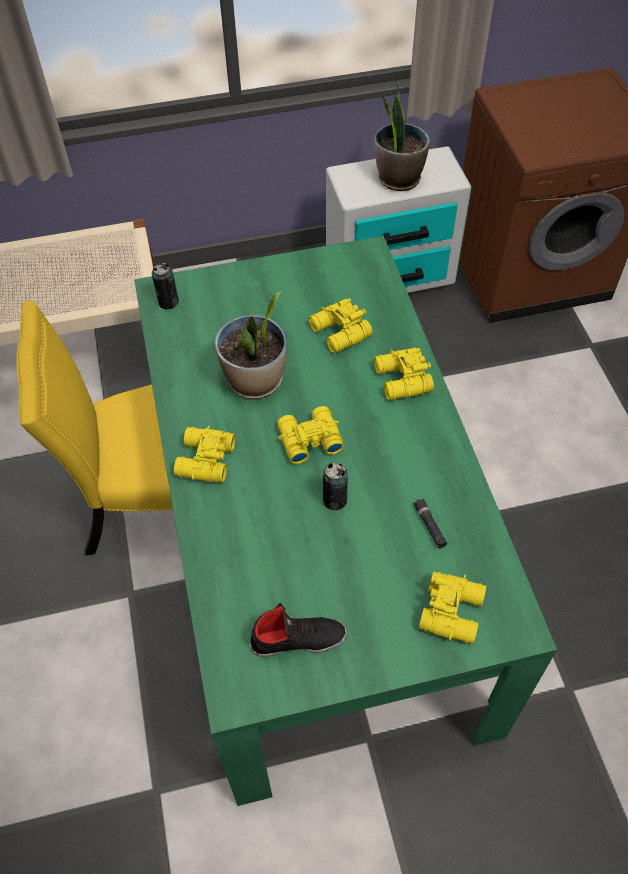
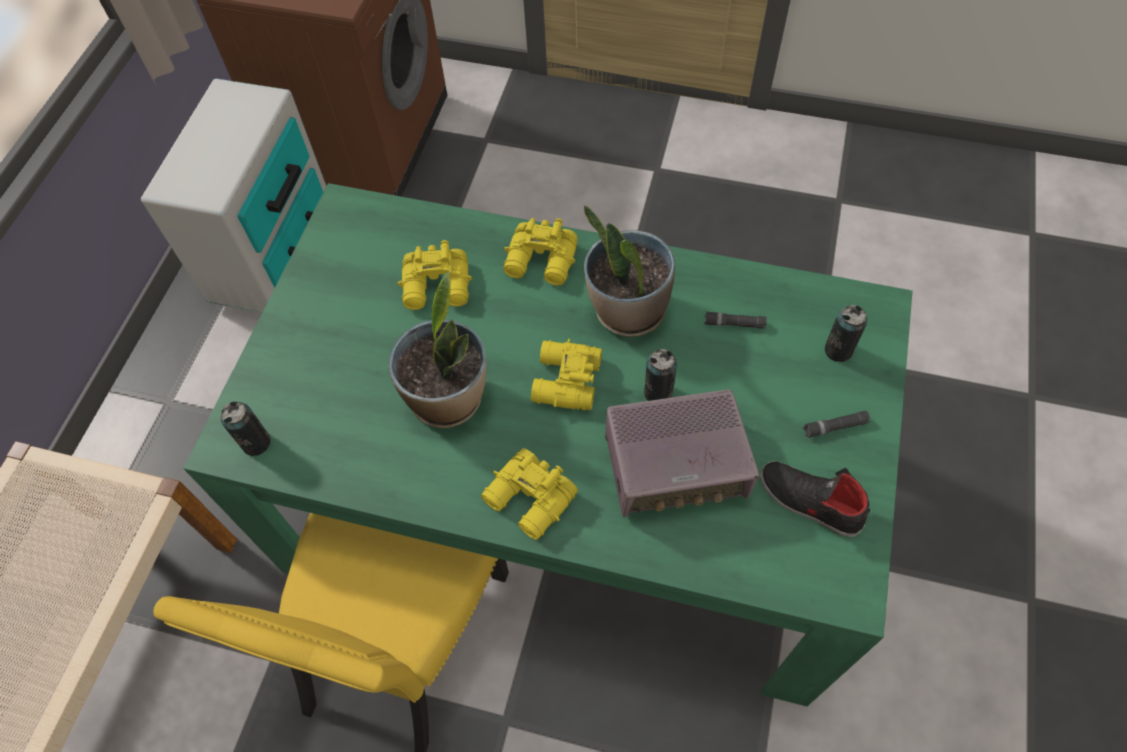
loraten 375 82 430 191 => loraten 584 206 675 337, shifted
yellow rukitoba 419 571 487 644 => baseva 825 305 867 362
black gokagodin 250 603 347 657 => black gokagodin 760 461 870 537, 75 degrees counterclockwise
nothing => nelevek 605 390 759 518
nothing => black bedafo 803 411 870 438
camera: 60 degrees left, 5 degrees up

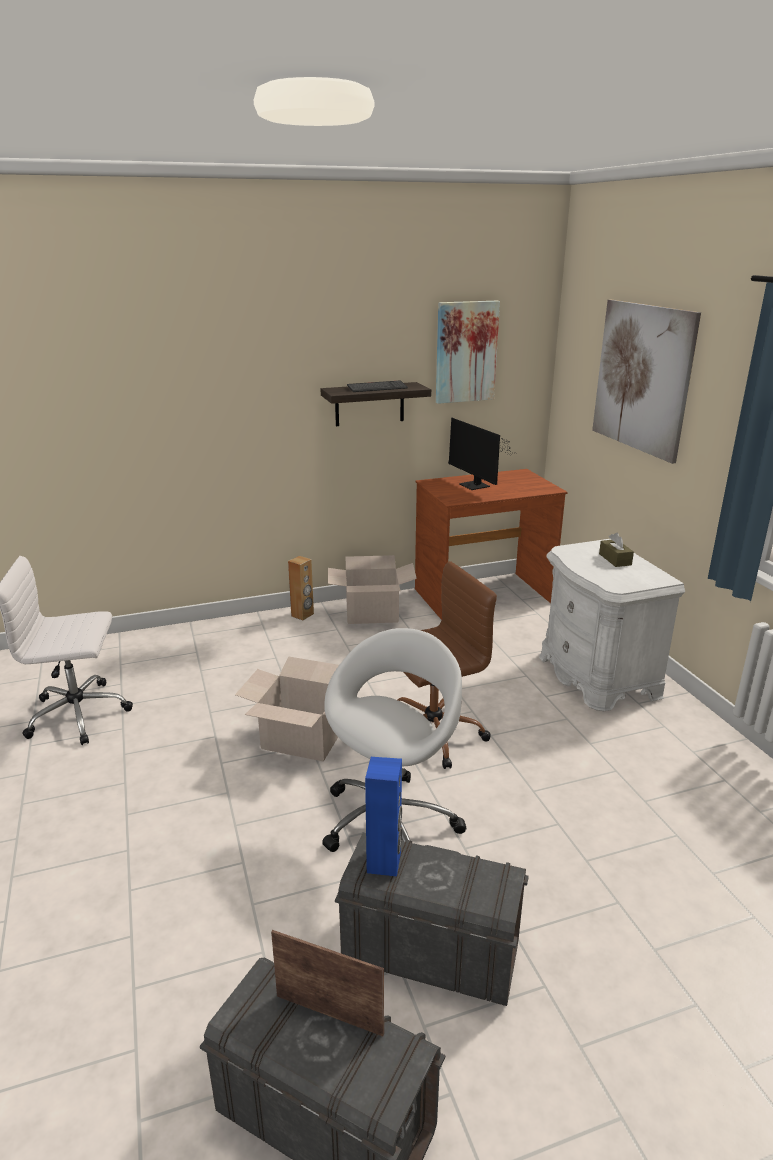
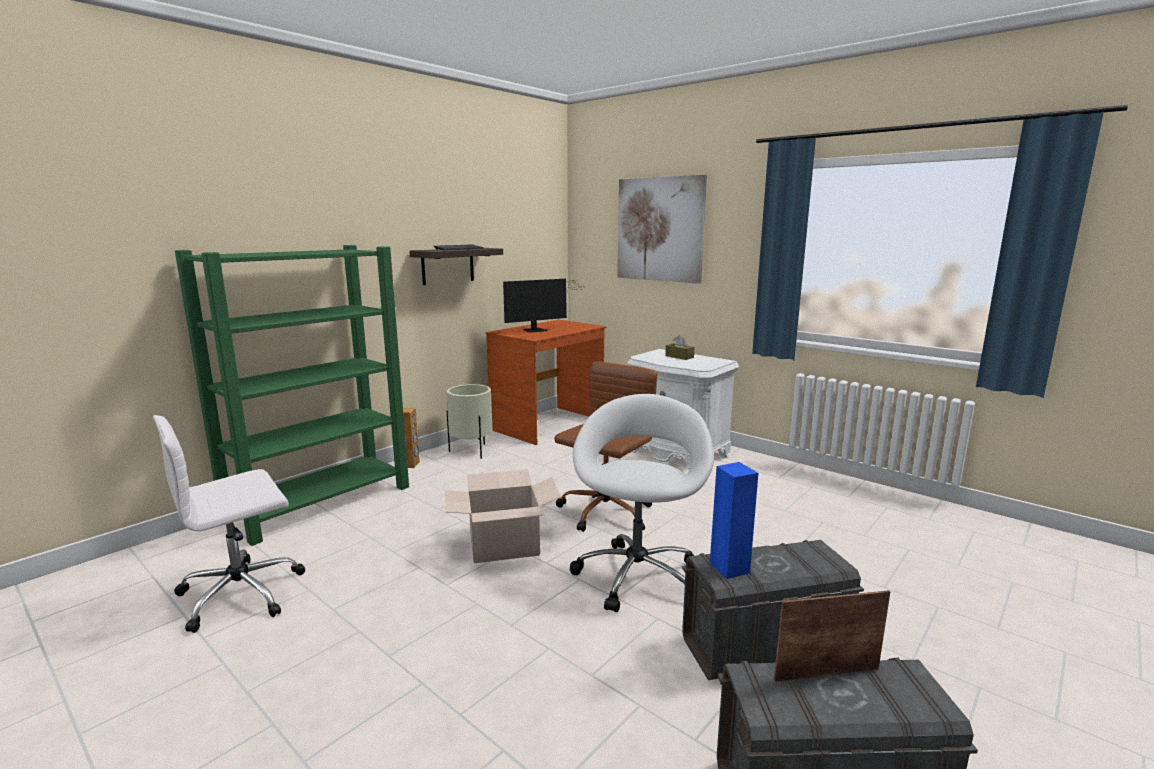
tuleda 436 301 500 404 => nothing
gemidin 448 418 513 490 => gemidin 503 279 581 333, 60 degrees counterclockwise
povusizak 328 555 417 624 => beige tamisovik 446 384 492 459
nothing => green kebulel 175 245 409 546
camera: 30 degrees left, 10 degrees down

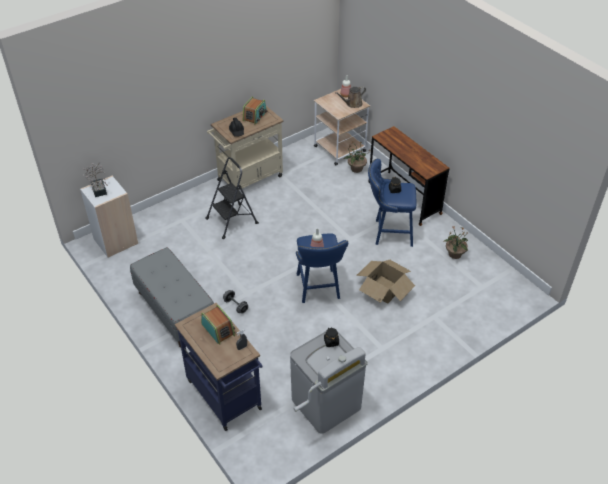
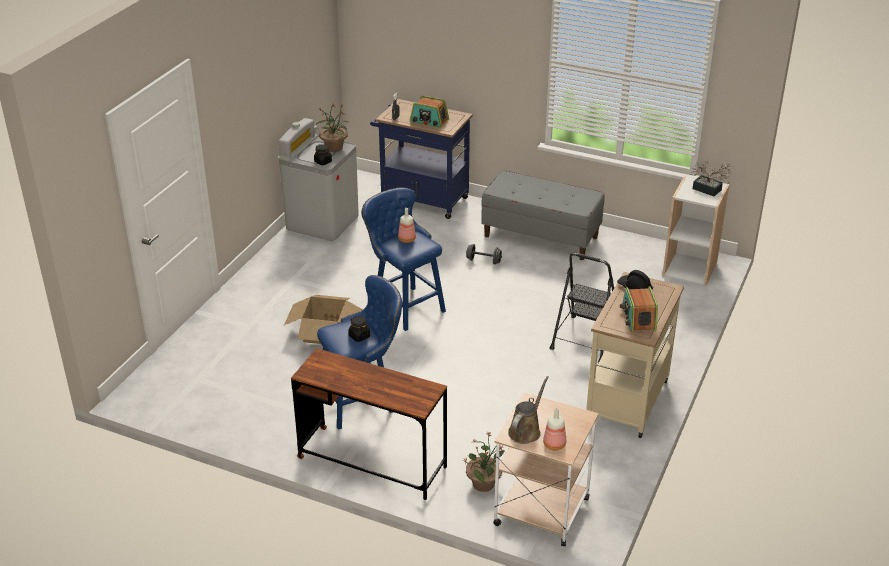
loraten 444 226 468 259 => loraten 316 103 350 152, shifted
camera: 150 degrees right, 10 degrees down

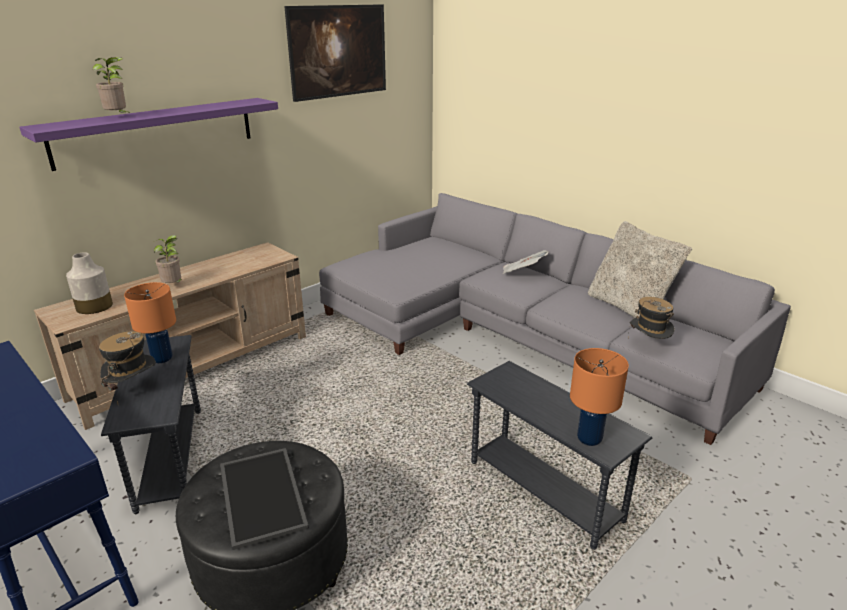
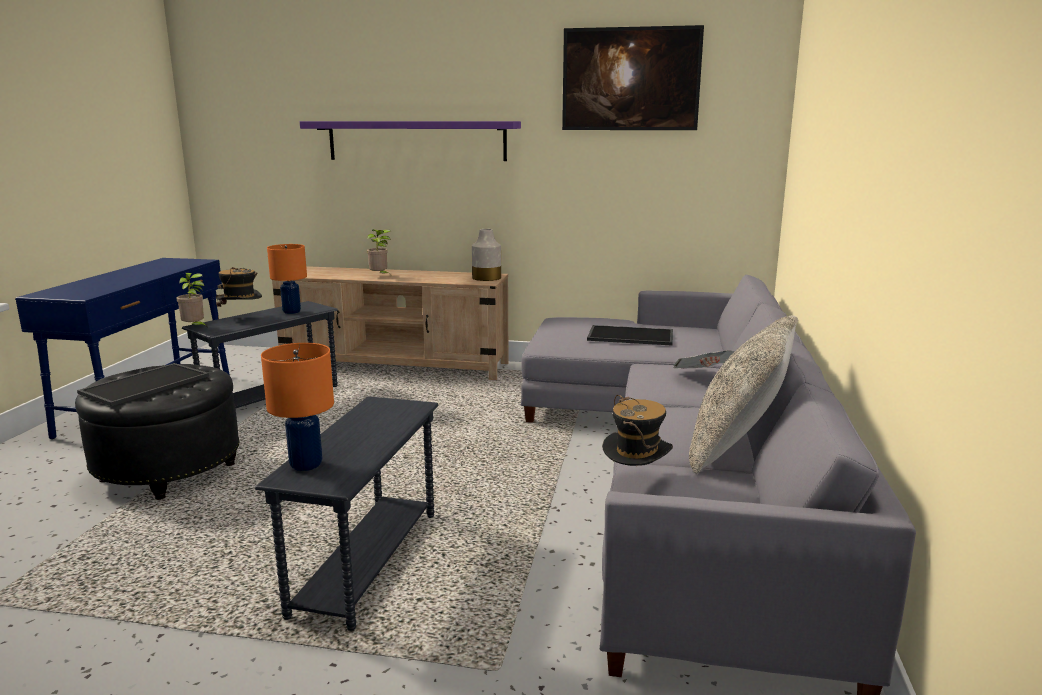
loraten 93 57 131 114 => loraten 177 273 208 328, shifted
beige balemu 66 252 113 314 => beige balemu 472 229 501 281, shifted
nothing => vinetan 587 325 673 345
camera: 55 degrees right, 10 degrees down

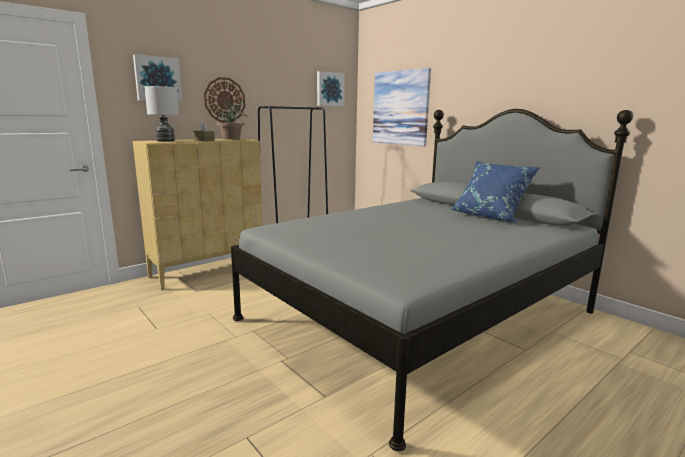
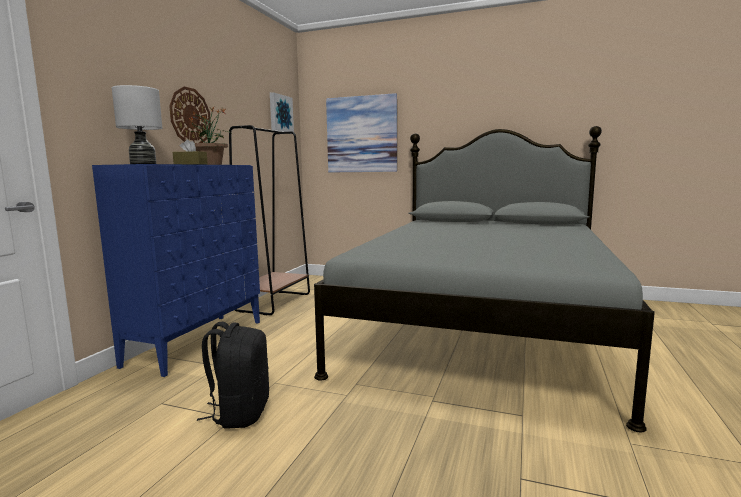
tuleda 133 54 182 102 => nothing
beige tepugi 133 138 263 291 => blue tepugi 92 164 260 377
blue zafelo 450 161 541 223 => nothing
nothing => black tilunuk 197 322 269 429
camera: 30 degrees left, 5 degrees down

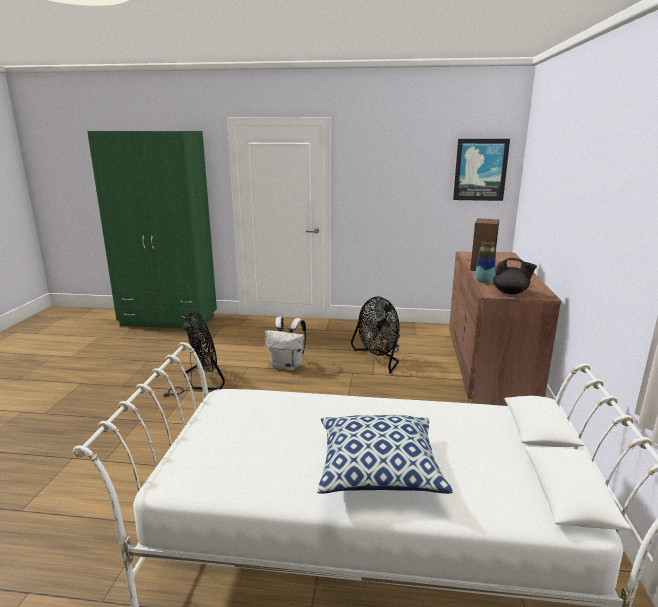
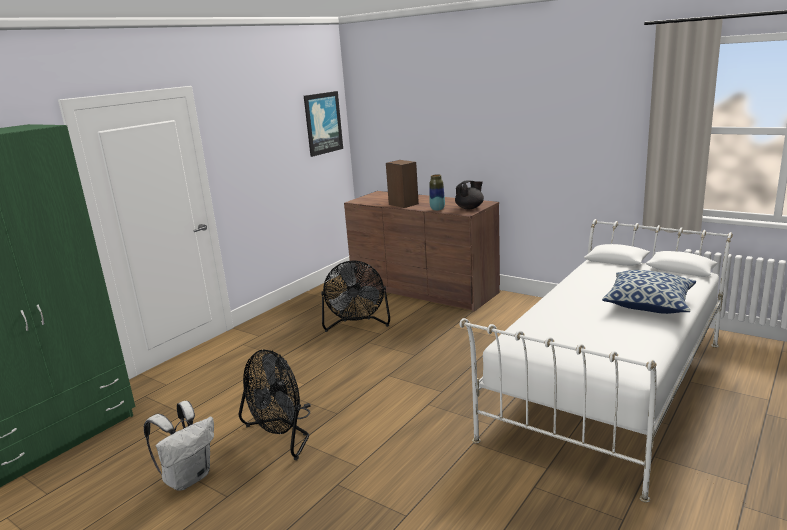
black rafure 162 311 225 397 => black rafure 239 350 311 460, 135 degrees counterclockwise
white tilunuk 265 317 306 370 => white tilunuk 144 400 214 491, shifted
camera: 60 degrees left, 0 degrees up

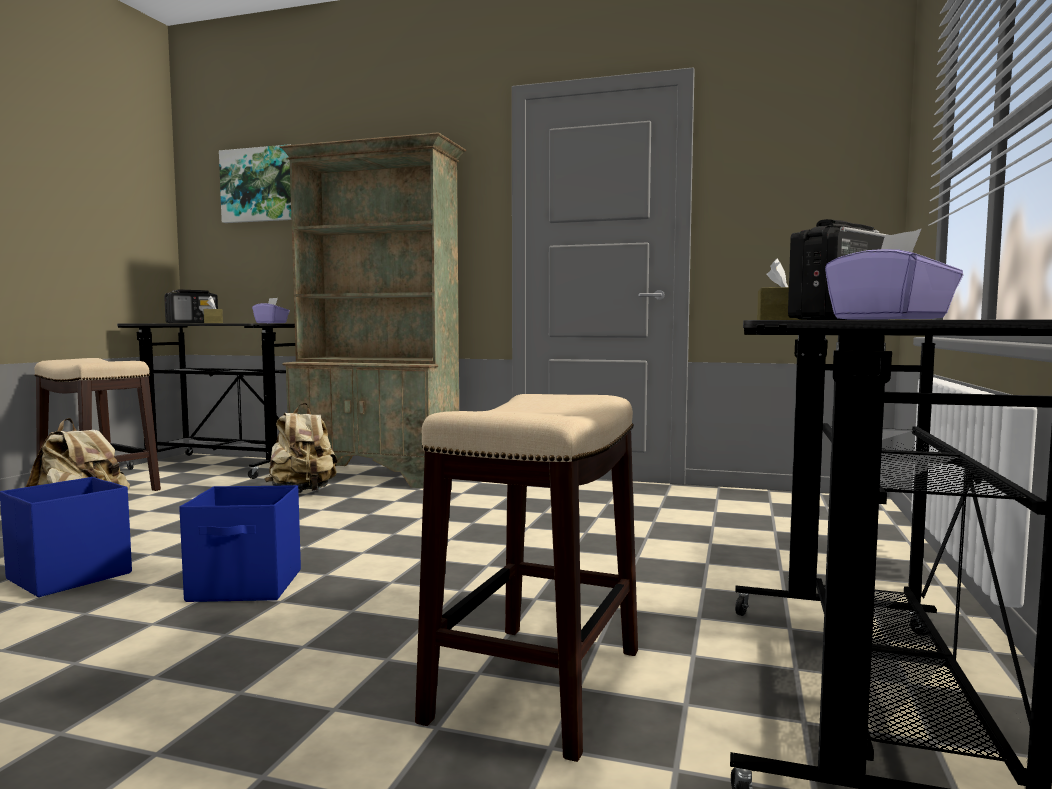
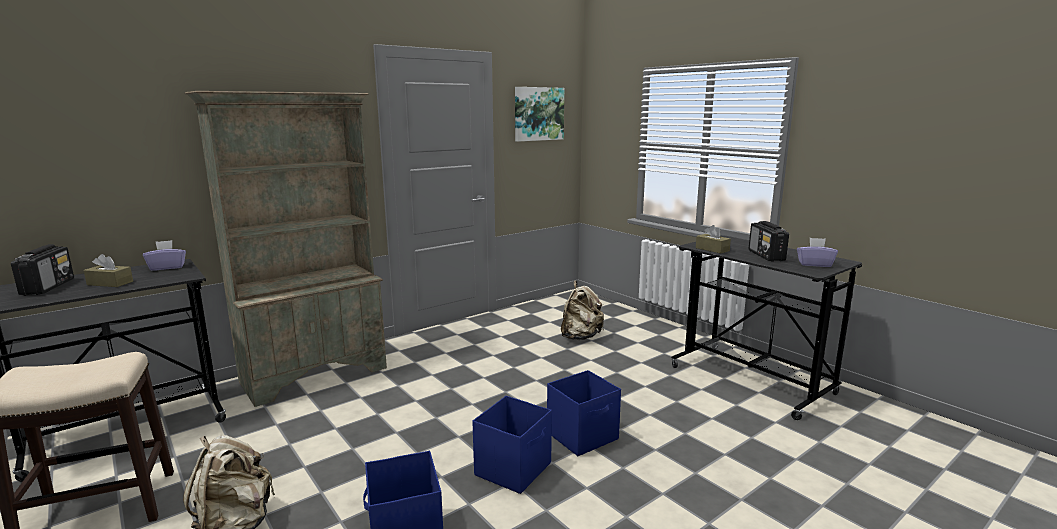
tuleda 219 144 291 223 => tuleda 515 87 564 142, shifted
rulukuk 415 394 638 762 => nothing
beige tilunuk 264 403 338 493 => beige tilunuk 561 280 604 340, shifted
nothing => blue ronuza 547 370 621 456
camera: 55 degrees left, 10 degrees up

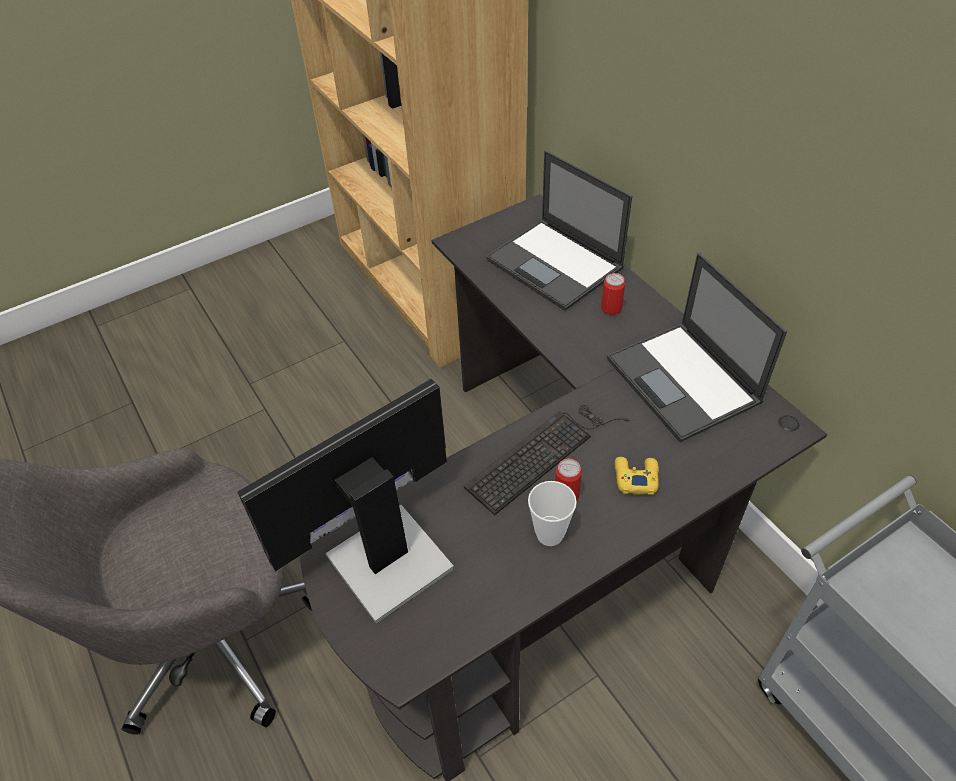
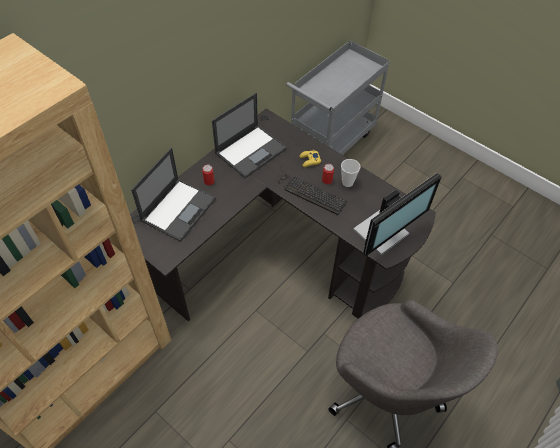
gemidin 237 379 454 624 => gemidin 353 173 442 256, 75 degrees counterclockwise
camera: 110 degrees left, 5 degrees up

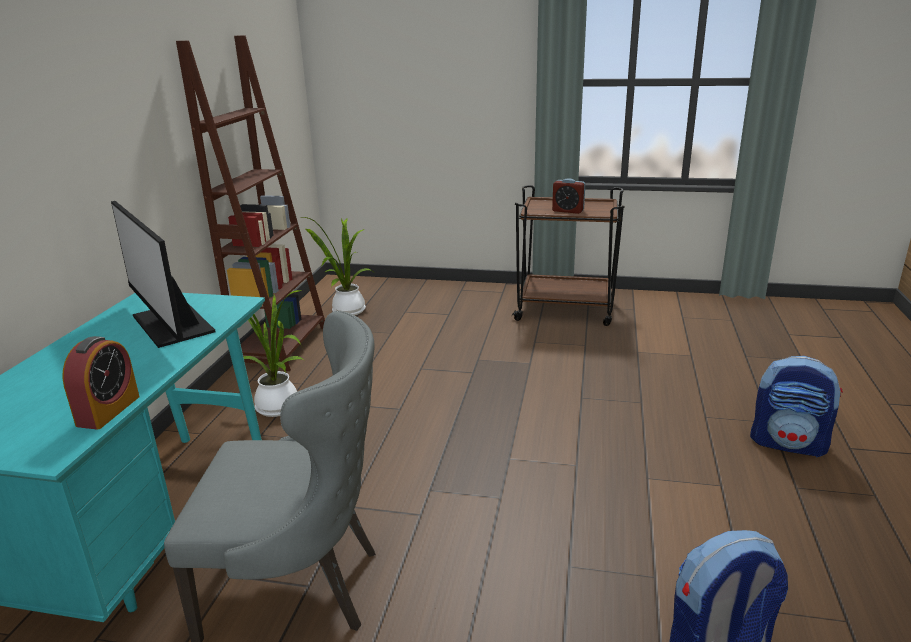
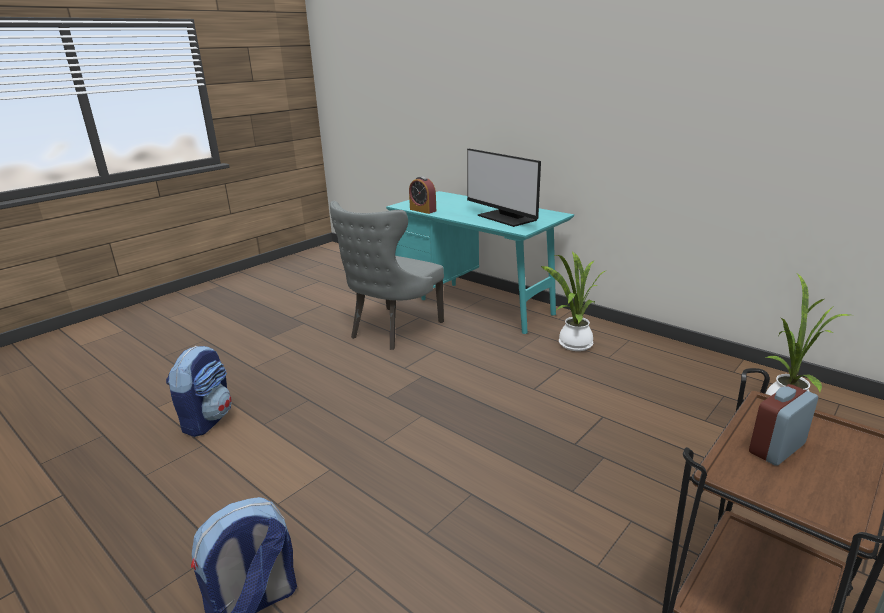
brown kebulel 176 35 325 371 => nothing
gemidin 111 201 216 348 => gemidin 467 149 541 227, 120 degrees counterclockwise
camera: 120 degrees right, 0 degrees up

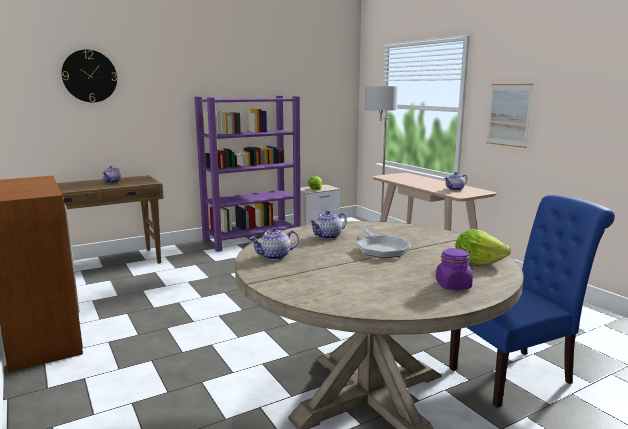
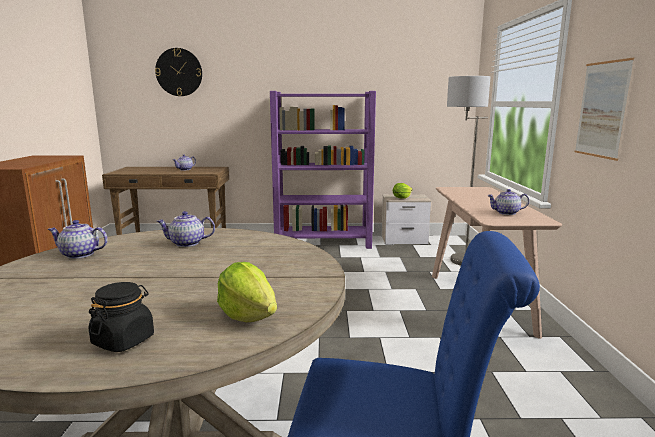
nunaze 357 228 411 258 => nothing
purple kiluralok 436 248 473 290 => black kiluralok 88 282 154 352
camera: 30 degrees right, 0 degrees up

